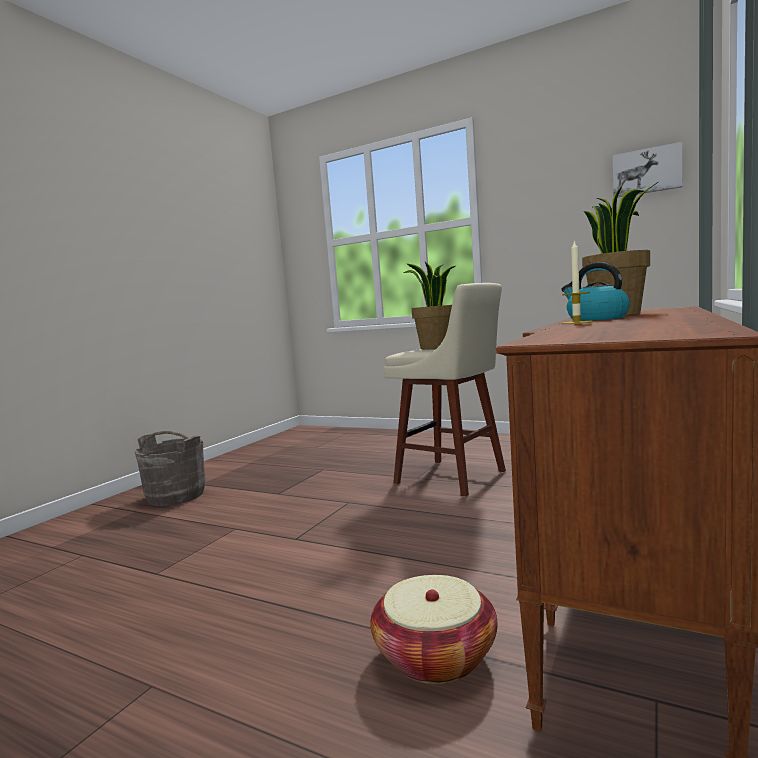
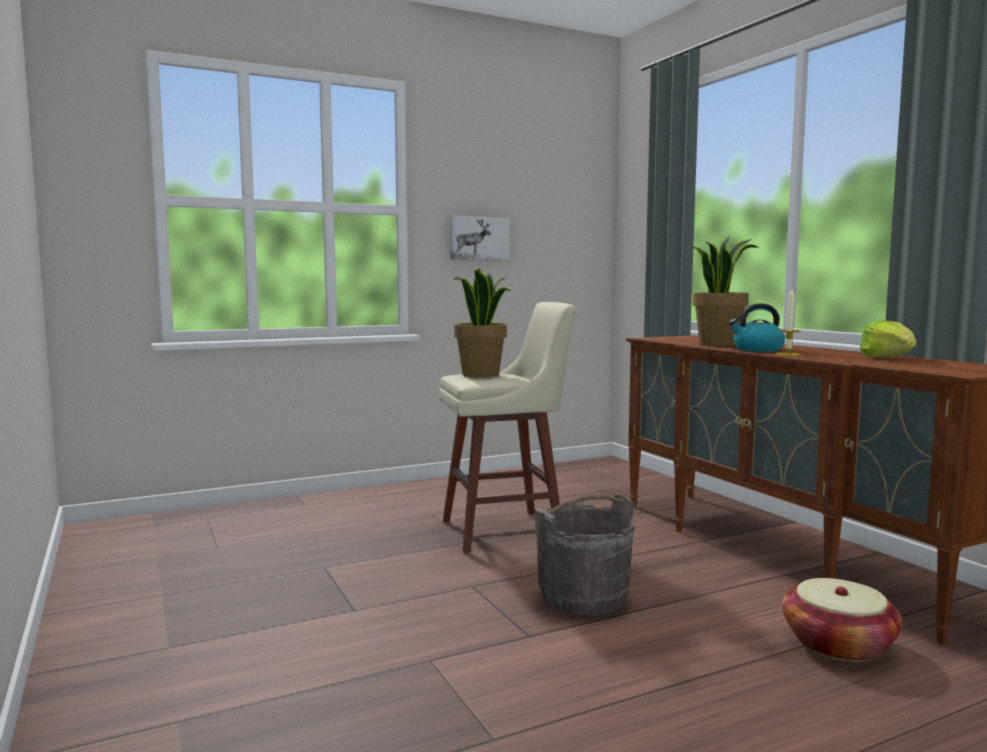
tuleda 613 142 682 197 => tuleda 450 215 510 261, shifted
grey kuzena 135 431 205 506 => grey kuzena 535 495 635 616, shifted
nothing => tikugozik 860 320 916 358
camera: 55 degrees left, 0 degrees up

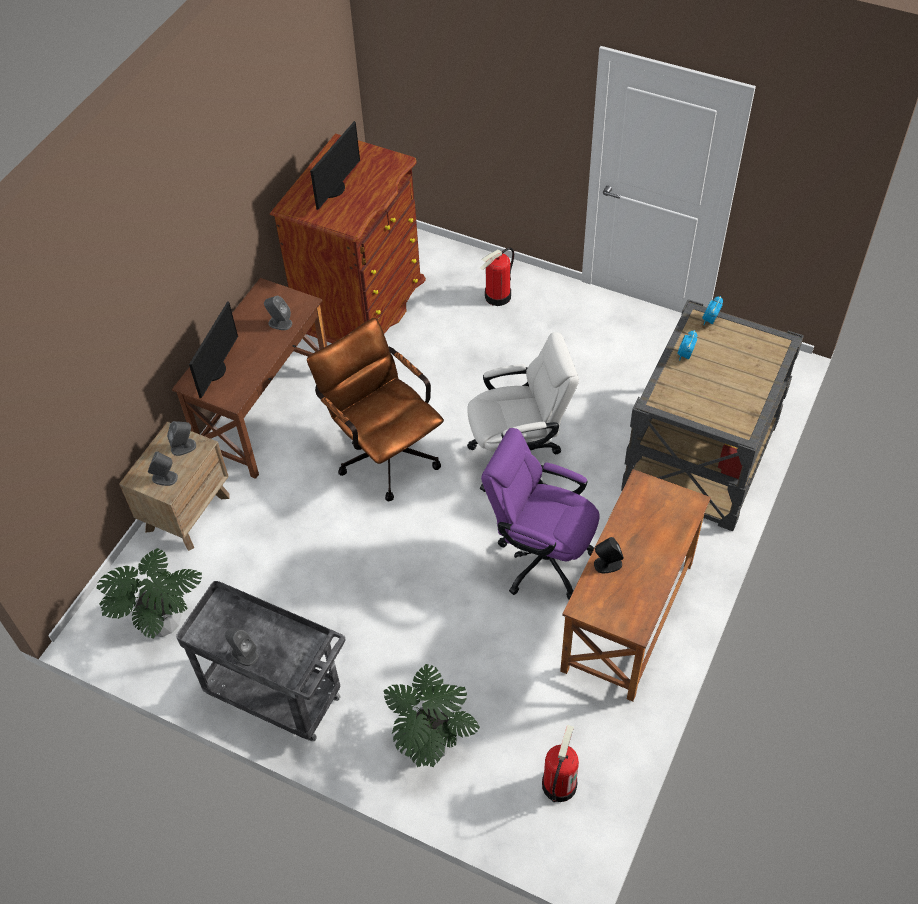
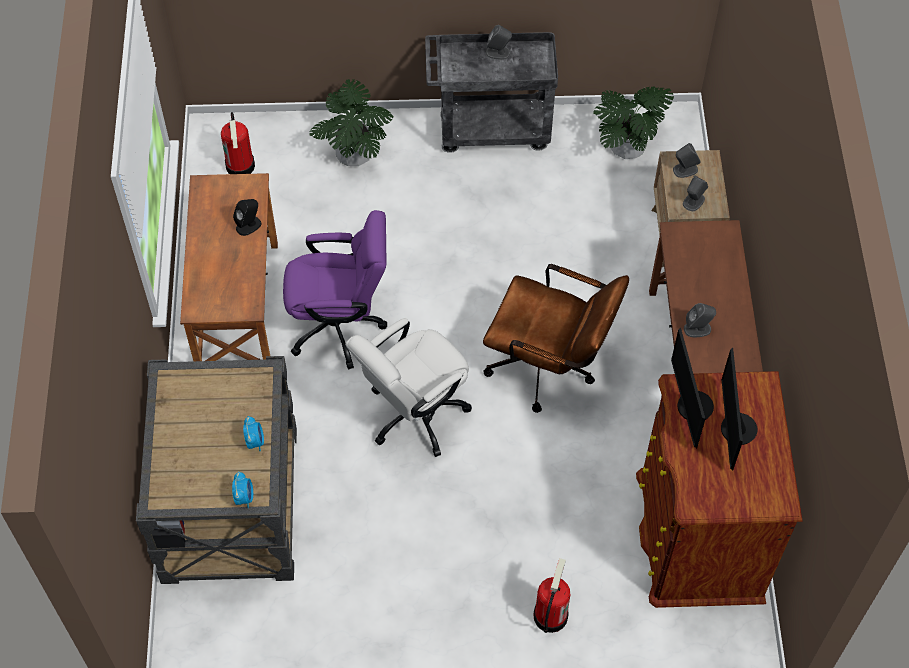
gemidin 189 301 238 398 => gemidin 671 328 714 448, shifted
camera: 150 degrees right, 5 degrees up

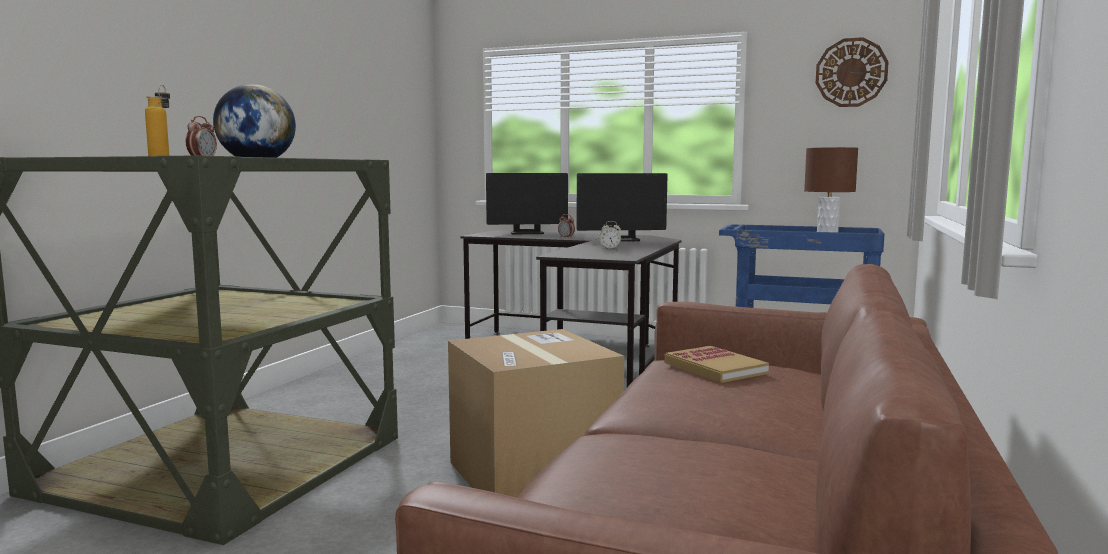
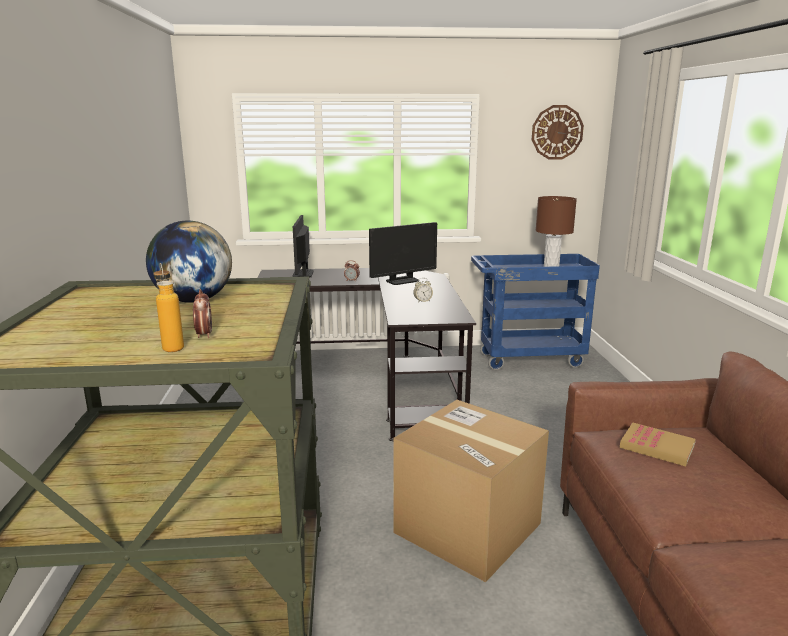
gemidin 486 173 568 234 => gemidin 292 215 314 278, 120 degrees clockwise
camera: 25 degrees left, 10 degrees up

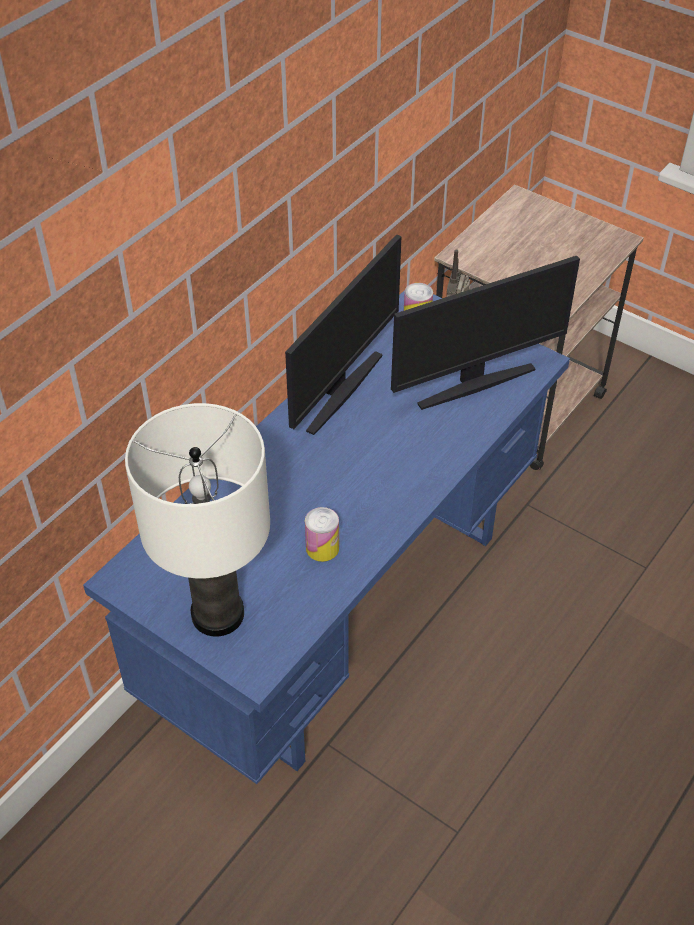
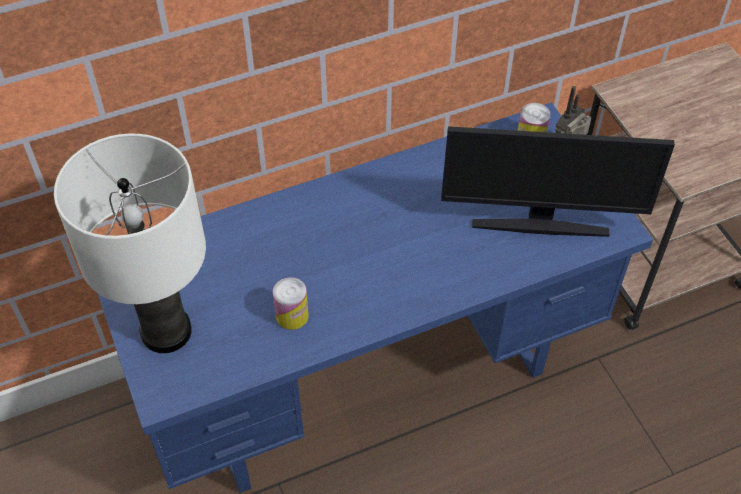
gemidin 285 234 402 435 => nothing
camera: 30 degrees right, 5 degrees up

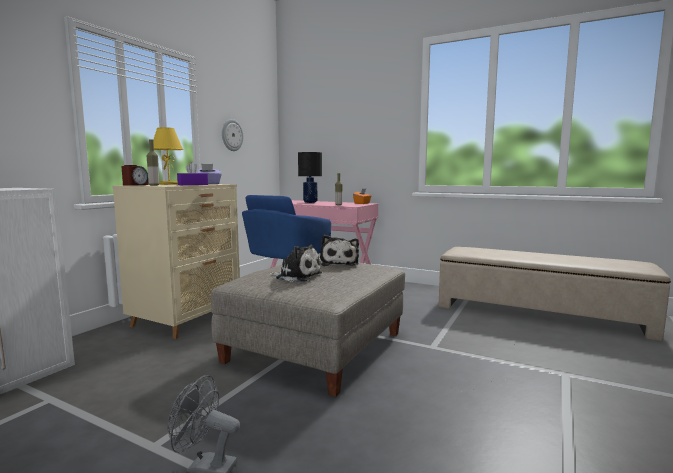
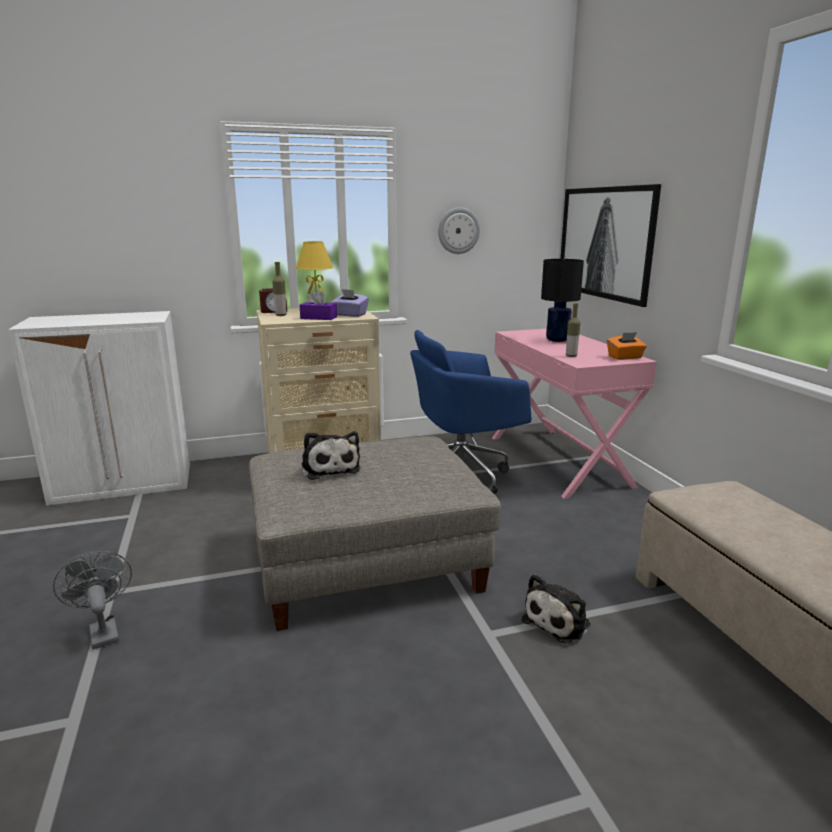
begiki 320 235 359 266 => begiki 522 574 591 644, shifted
nothing => tuleda 560 184 661 307
camera: 45 degrees right, 10 degrees up

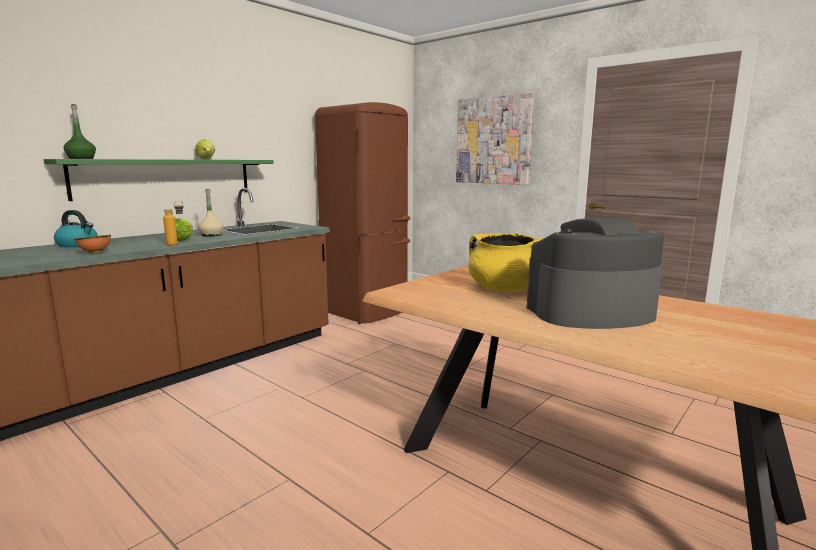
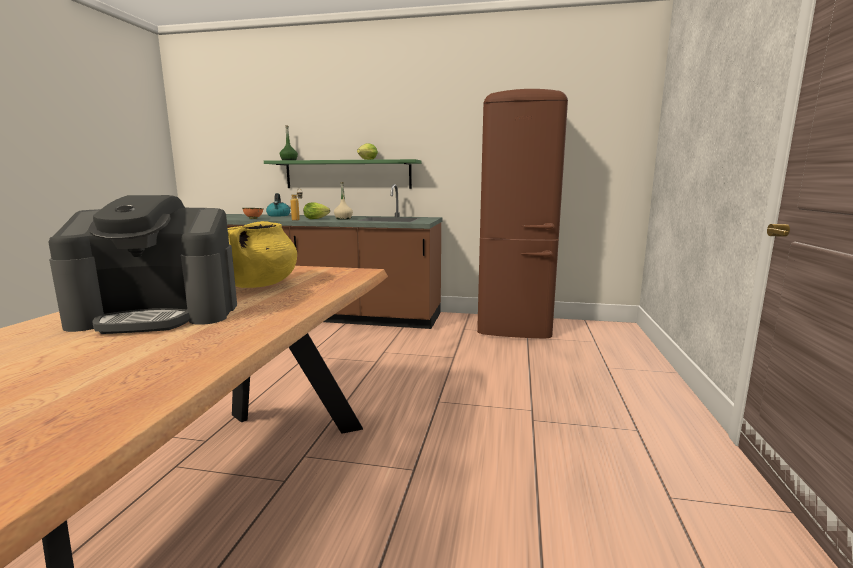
tuleda 456 92 535 185 => nothing
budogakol 527 218 664 329 => budogakol 48 195 237 334, 120 degrees clockwise
camera: 60 degrees right, 0 degrees up

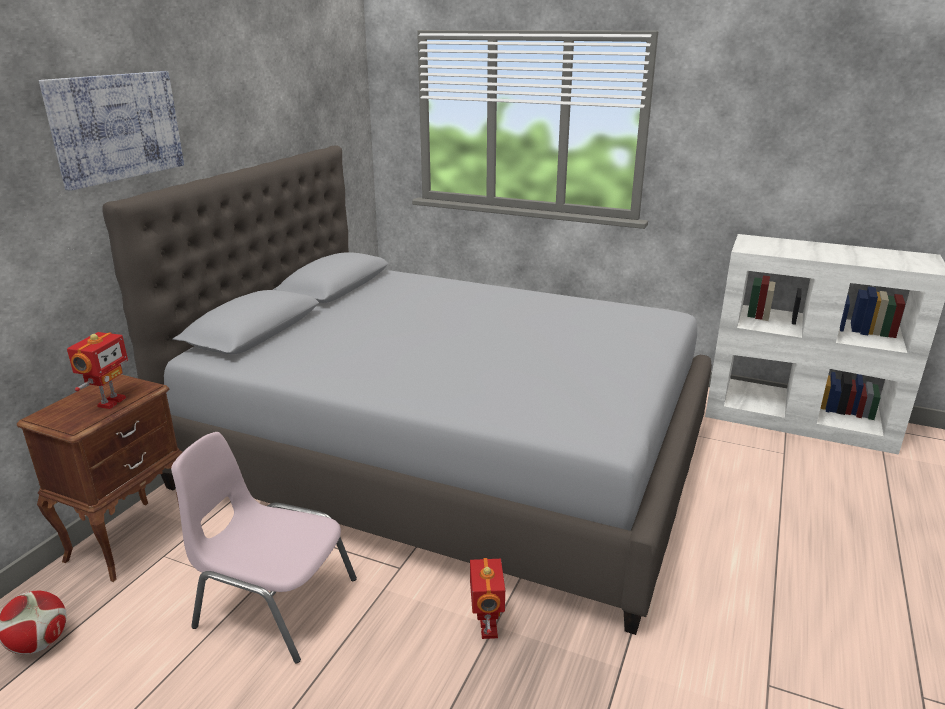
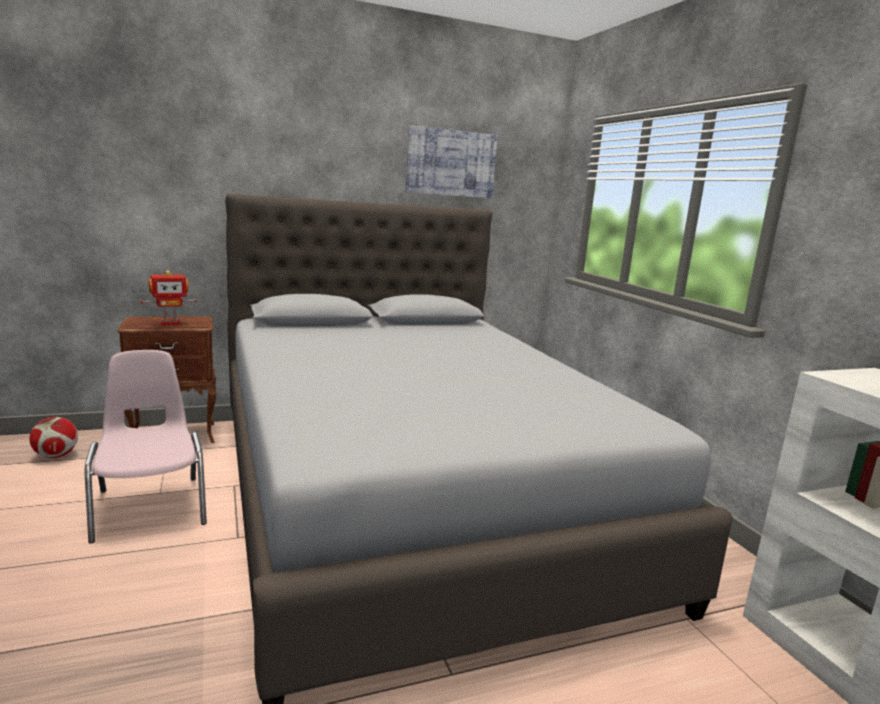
tuleda 39 71 184 191 => tuleda 405 125 498 198, shifted
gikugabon 470 558 506 639 => nothing
camera: 45 degrees right, 10 degrees down

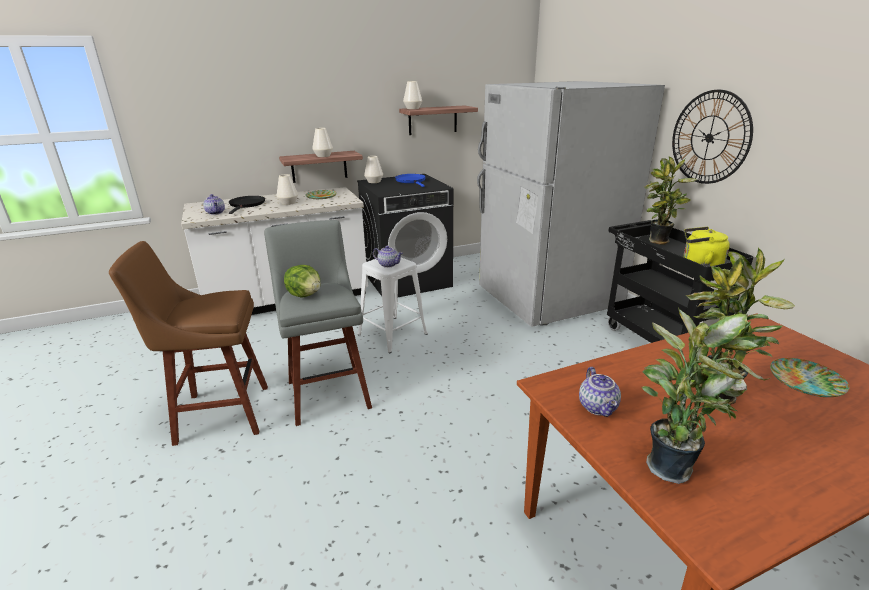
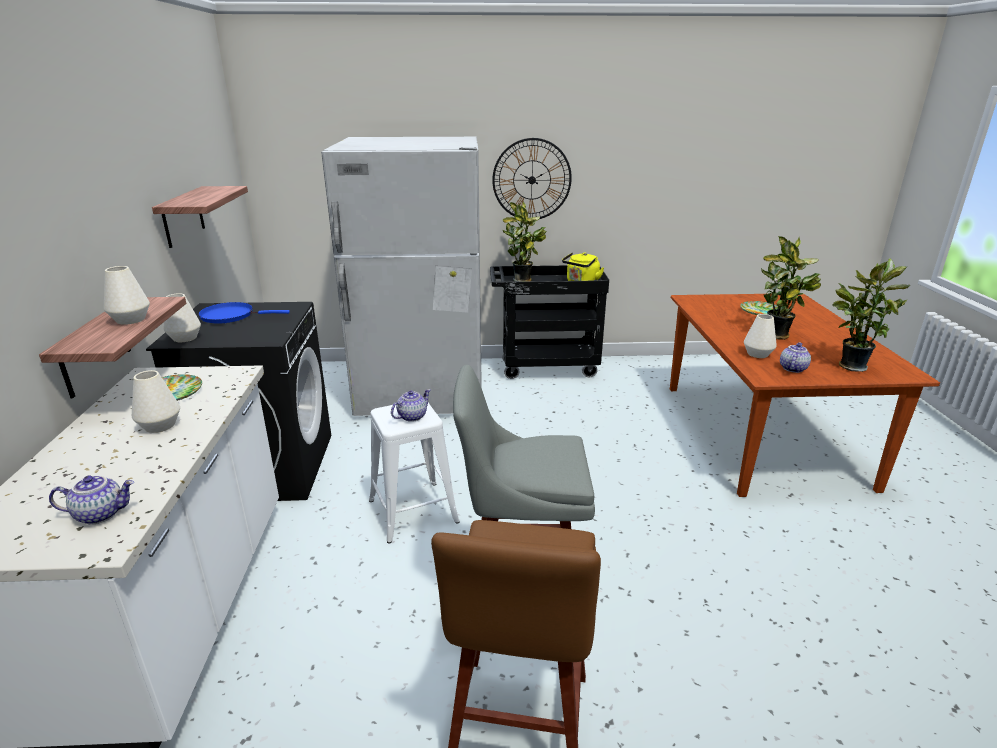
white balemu 403 81 422 109 => white balemu 744 314 777 358, shifted
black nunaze 229 196 265 214 => nothing
tikugozik 284 265 320 297 => nothing
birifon 579 367 621 417 => birifon 780 342 811 373, 75 degrees counterclockwise
camera: 70 degrees left, 0 degrees up

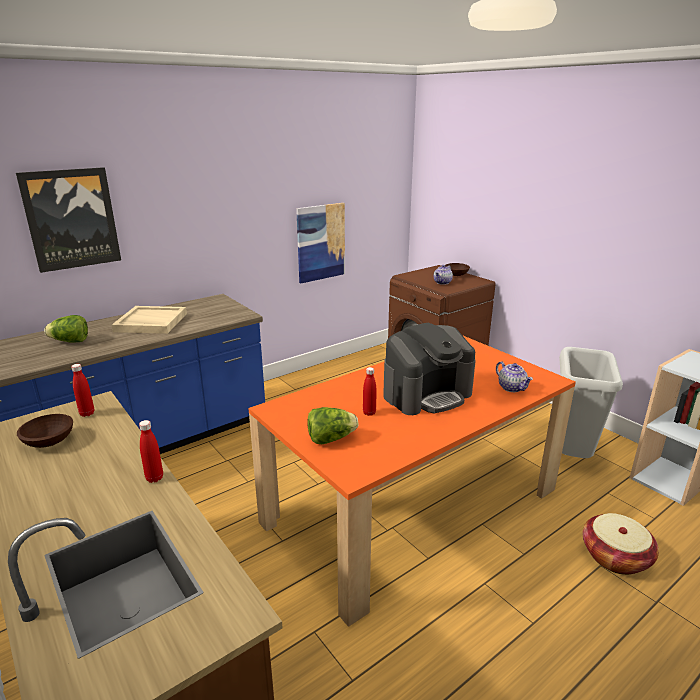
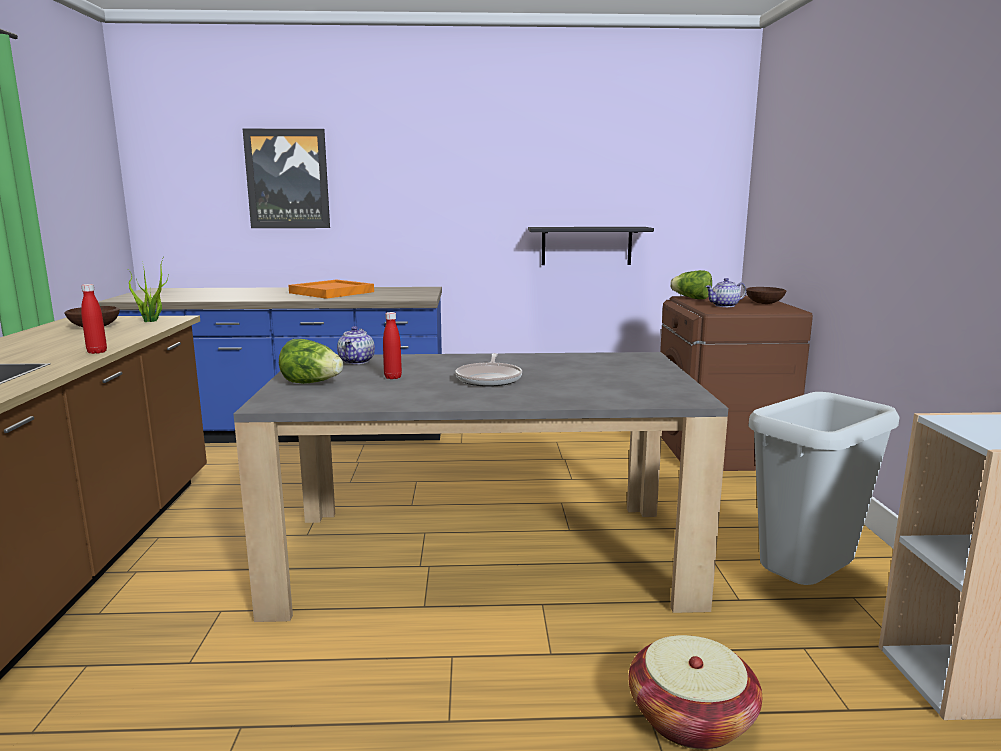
tuleda 296 203 345 283 => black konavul 528 227 654 265
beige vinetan 112 306 187 334 => orange vinetan 288 279 374 299
tikugozik 44 315 88 343 => tikugozik 670 270 712 299, shifted
budogakol 383 323 476 415 => nunaze 455 353 522 387
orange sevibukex 248 335 576 627 => grey sevibukex 233 352 728 622
birifon 496 361 533 392 => birifon 337 326 375 364, shifted
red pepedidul 71 364 94 417 => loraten 129 256 168 322
camera: 35 degrees right, 10 degrees down

